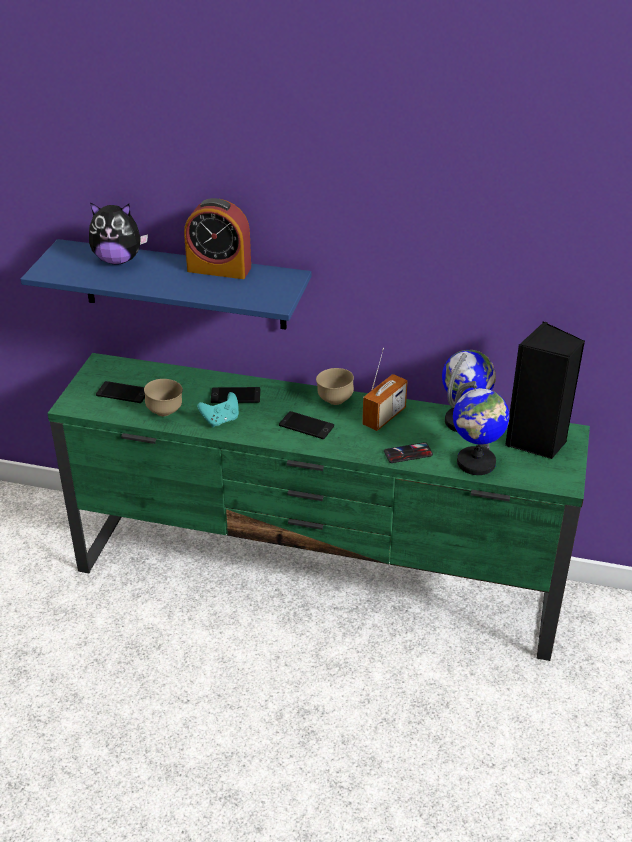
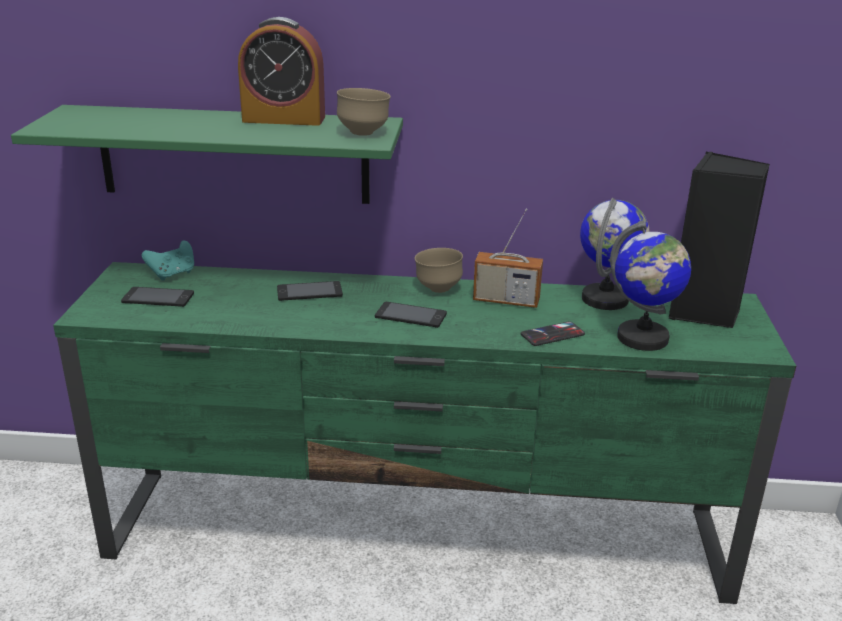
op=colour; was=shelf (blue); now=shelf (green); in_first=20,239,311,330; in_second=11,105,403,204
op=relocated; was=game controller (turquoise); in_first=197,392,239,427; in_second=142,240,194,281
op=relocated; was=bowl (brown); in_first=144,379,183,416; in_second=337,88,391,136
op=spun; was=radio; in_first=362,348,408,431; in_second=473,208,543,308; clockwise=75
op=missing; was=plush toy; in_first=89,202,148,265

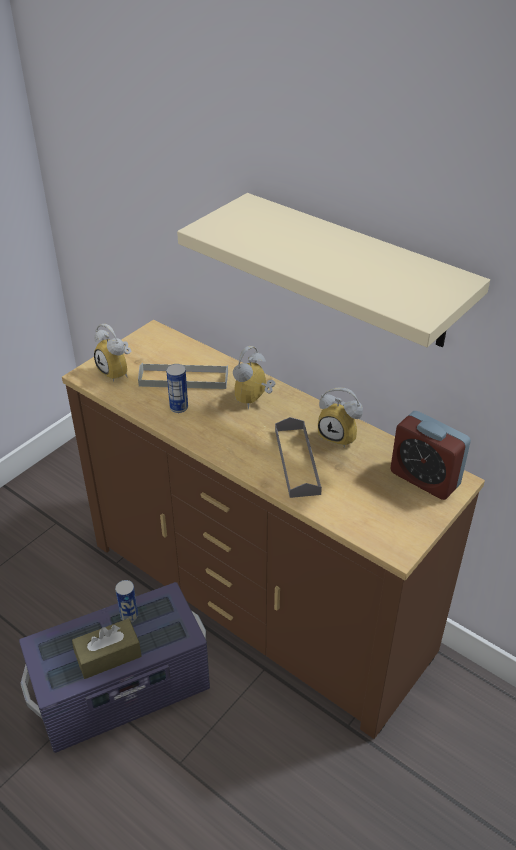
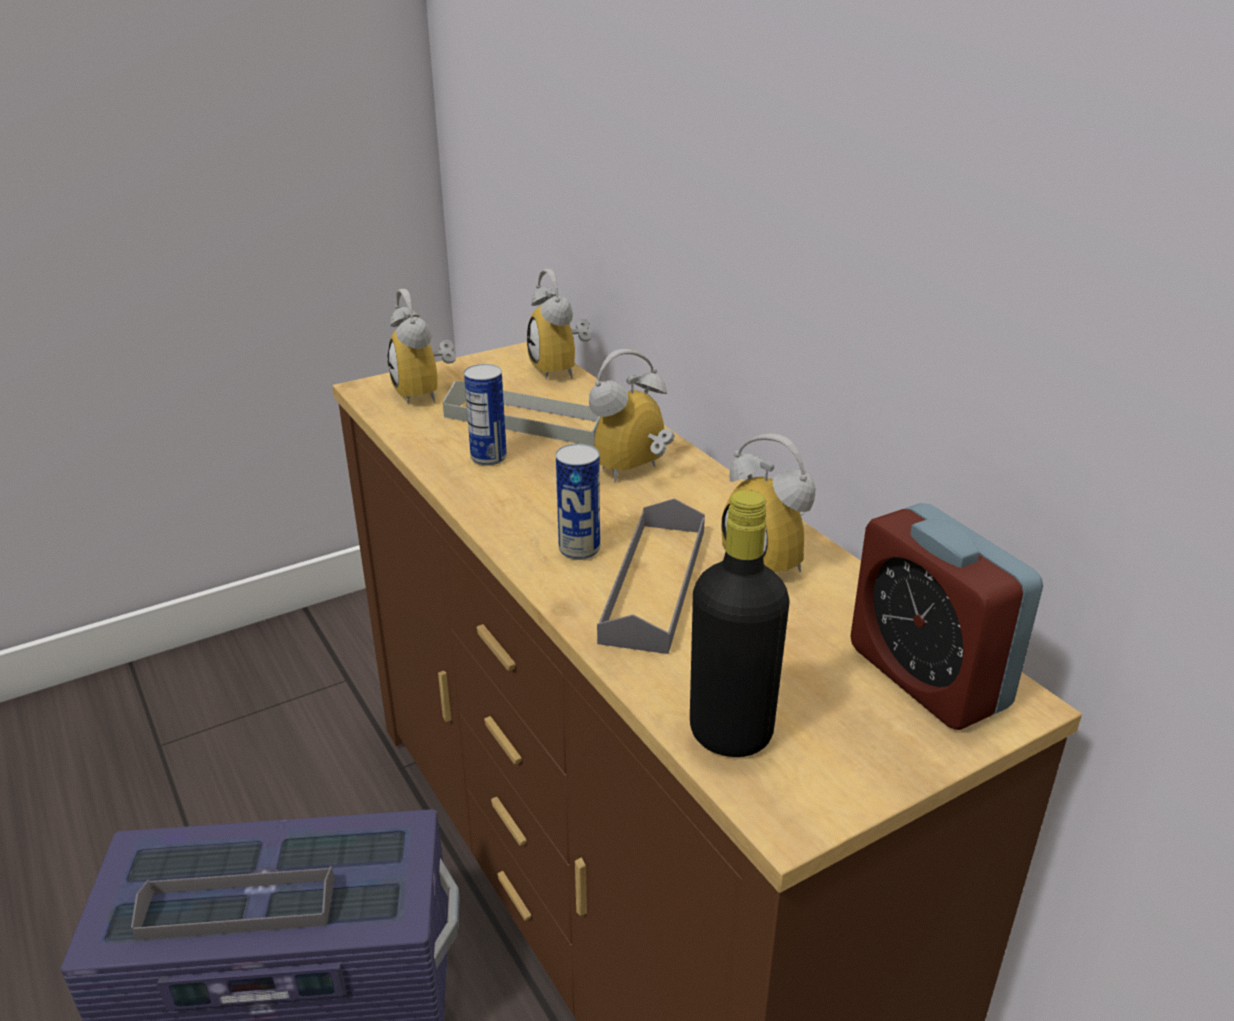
op=exchanged; was=tissue box (brown); now=tray (grey); in_first=72,618,142,679; in_second=131,866,334,941
op=appeared; now=alarm clock; in_second=527,269,592,380
op=relocated; was=can; in_first=115,580,138,622; in_second=556,444,600,560
op=appeared; now=bottle (black); in_second=690,490,790,757
op=missing; was=shelf (beige); in_first=177,193,490,347

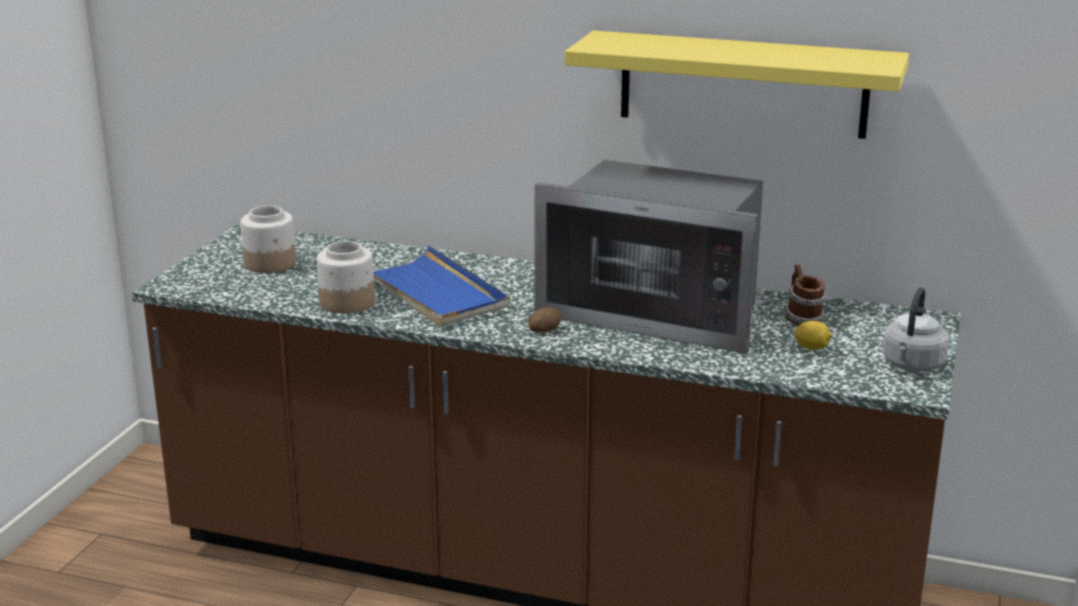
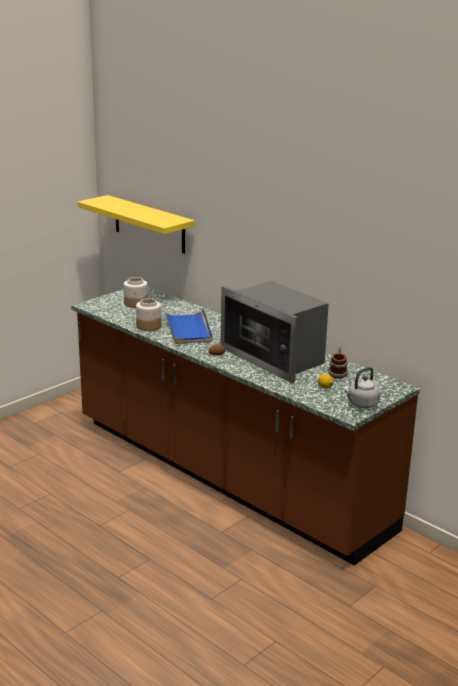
op=relocated; was=shelf (yellow); in_first=565,30,909,139; in_second=77,195,195,254

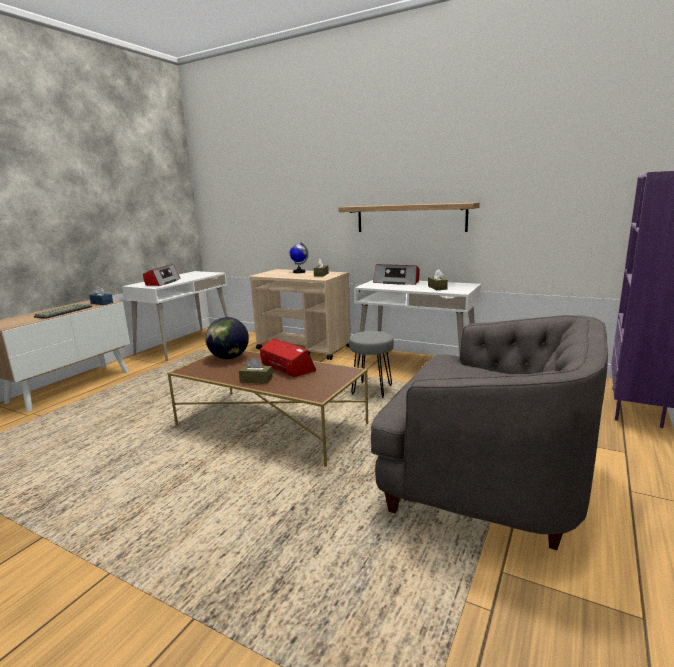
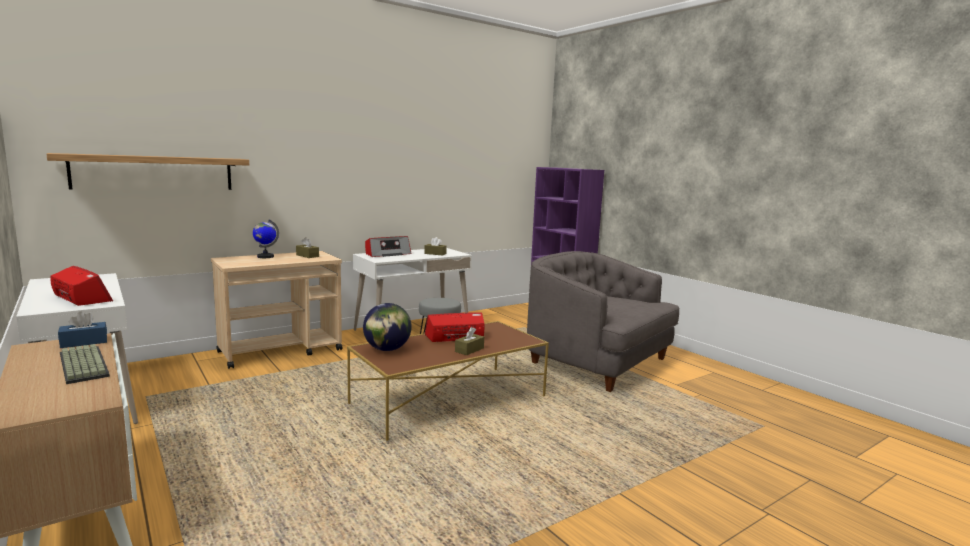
op=relocated; was=shelf; in_first=339,202,480,232; in_second=46,153,249,190
op=spun; was=armchair (grey); in_first=371,315,608,550; in_second=527,251,680,392; clockwise=-105

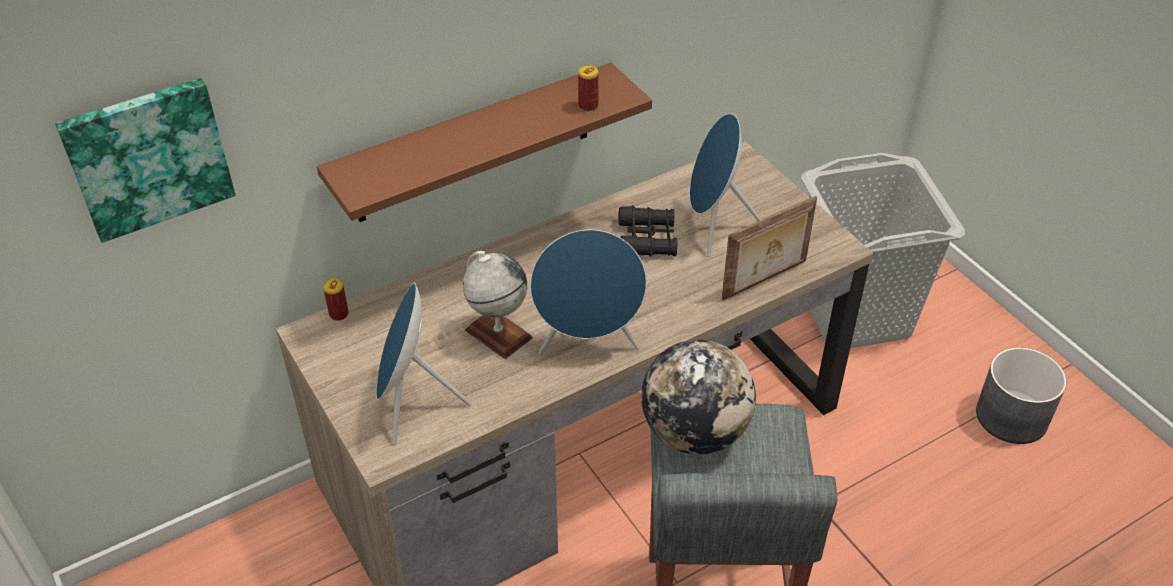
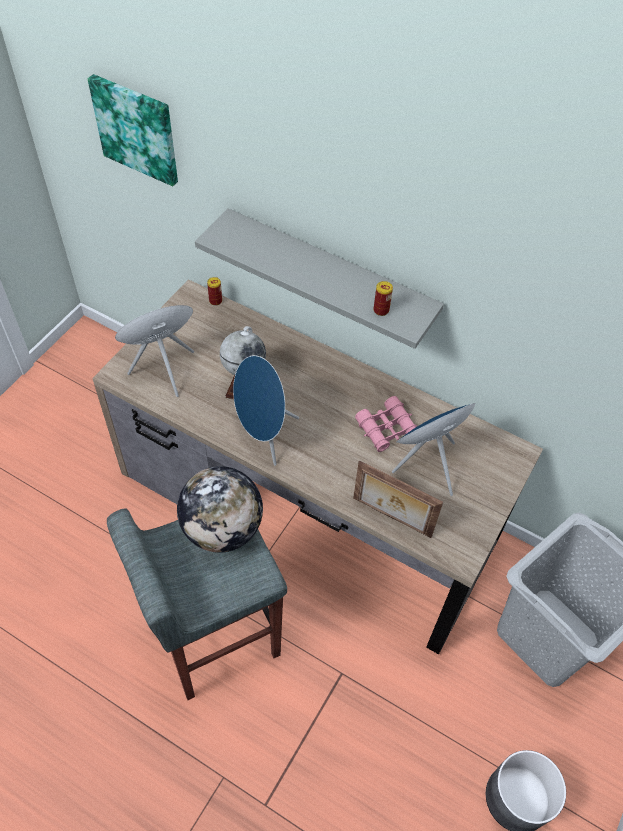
op=colour; was=shelf (brown); now=shelf (grey); in_first=317,63,652,222; in_second=195,208,444,349
op=colour; was=binoculars (black); now=binoculars (pink); in_first=618,205,677,257; in_second=355,396,417,452

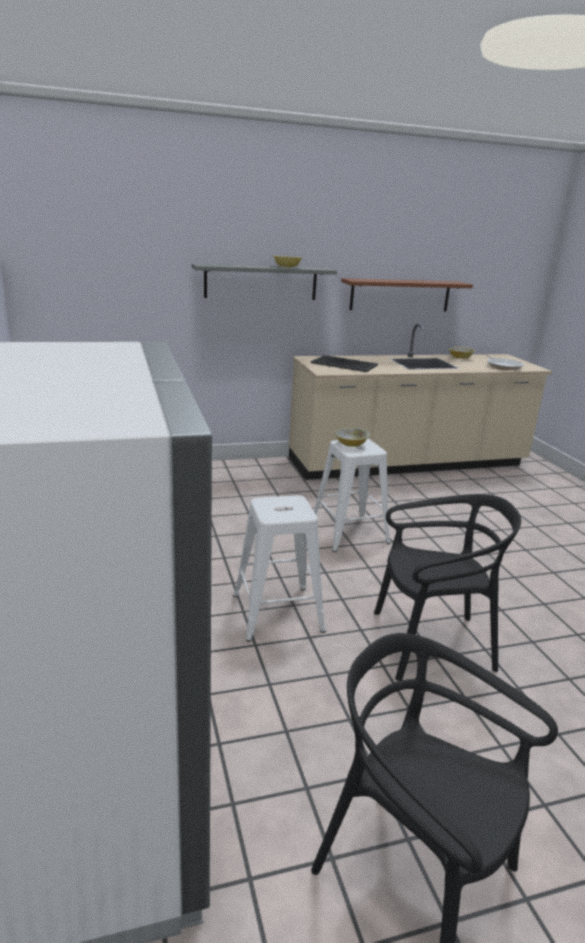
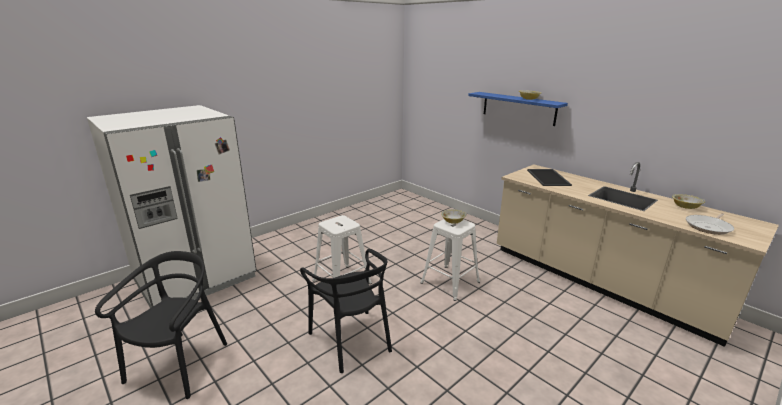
op=colour; was=shelf (grey); now=shelf (blue); in_first=192,263,337,300; in_second=468,92,568,126
op=missing; was=shelf (brown); in_first=341,278,473,311

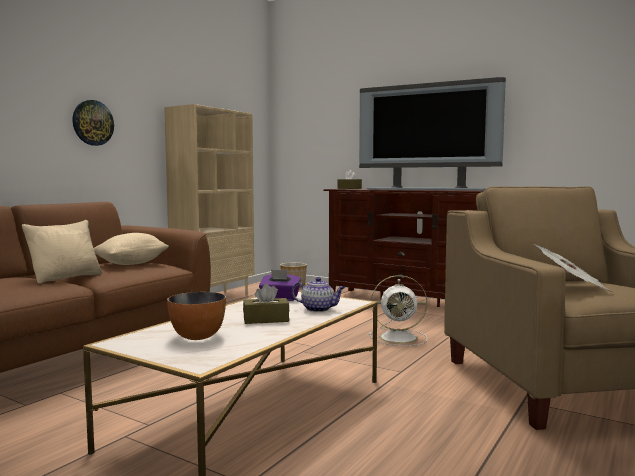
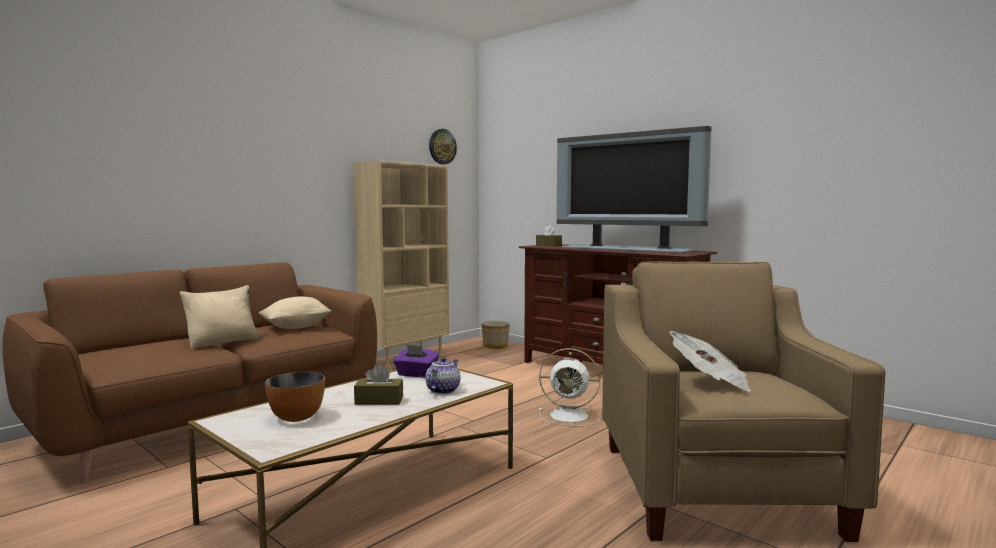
op=spun; was=teapot; in_first=292,277,345,312; in_second=425,357,461,394; clockwise=-90
op=relocated; was=wall clock; in_first=72,100,114,146; in_second=429,129,457,165

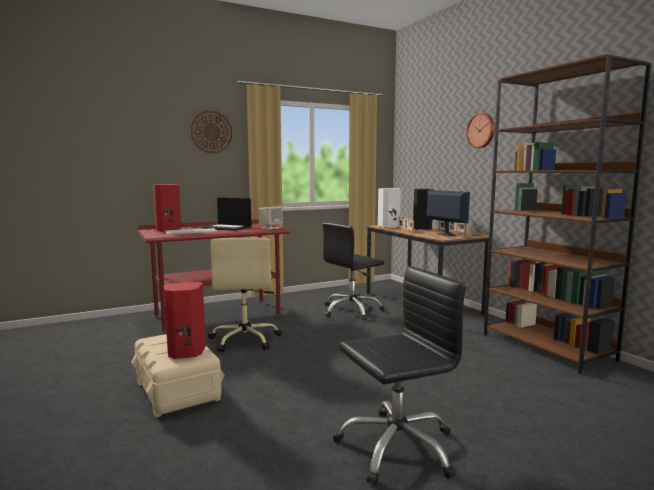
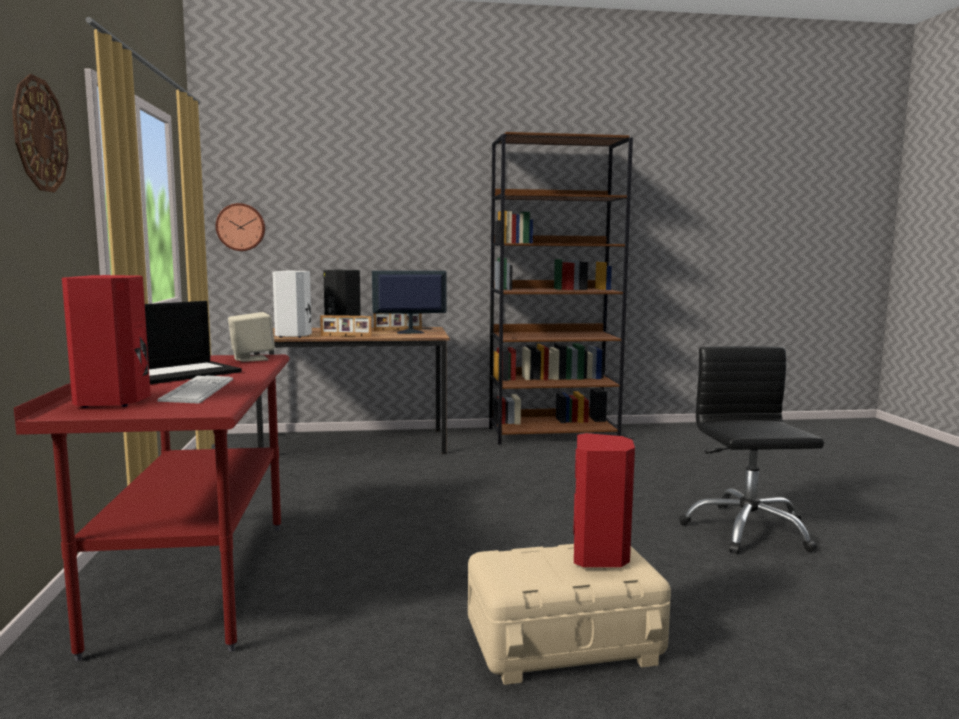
op=relocated; was=wall clock; in_first=466,113,495,148; in_second=216,203,265,251
op=missing; was=office chair (beige); in_first=208,237,282,352
op=missing; was=office chair (black); in_first=323,223,385,320

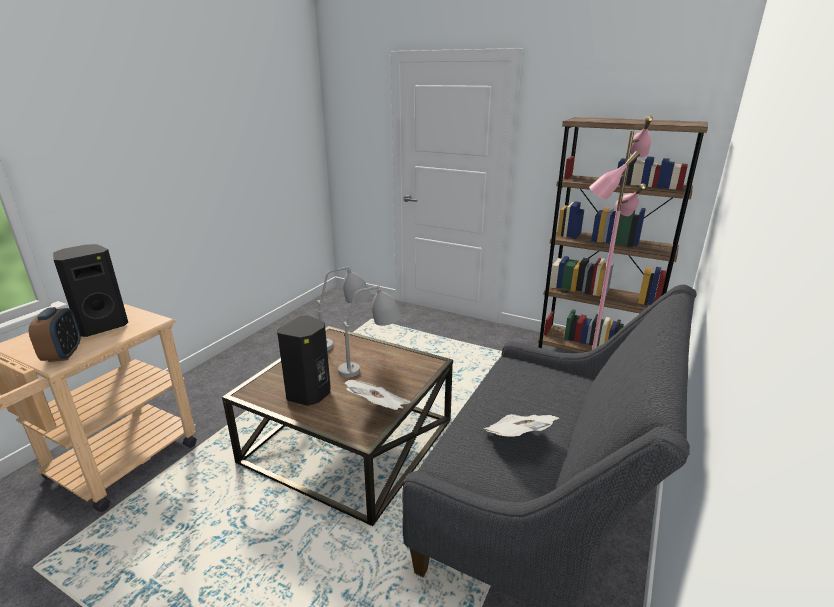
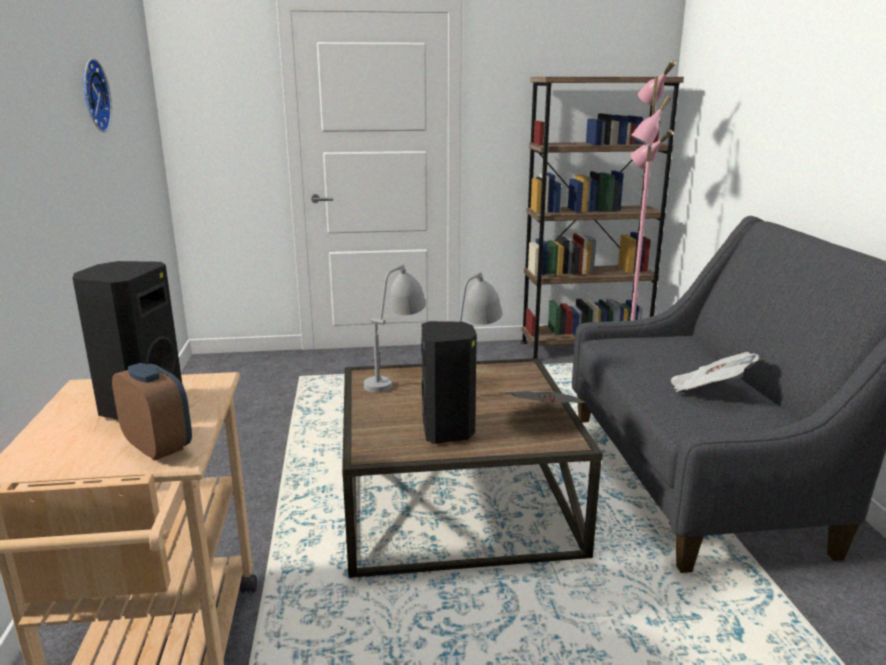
op=appeared; now=wall clock; in_second=83,58,112,132

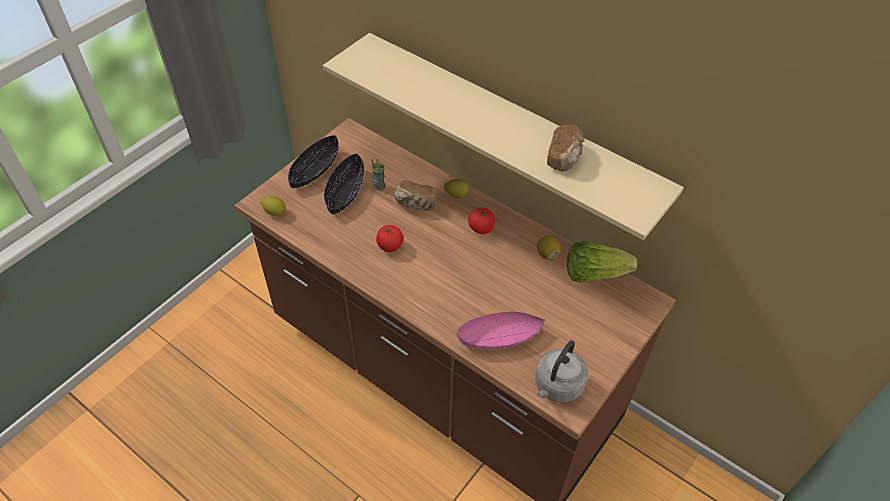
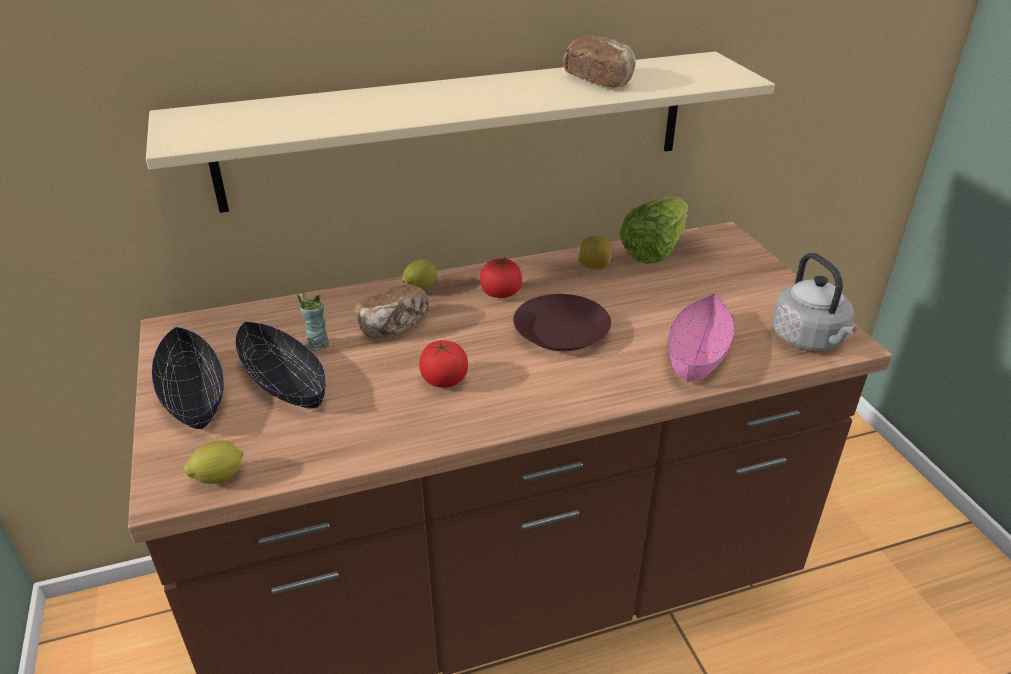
op=appeared; now=plate (brown); in_second=513,294,611,351

